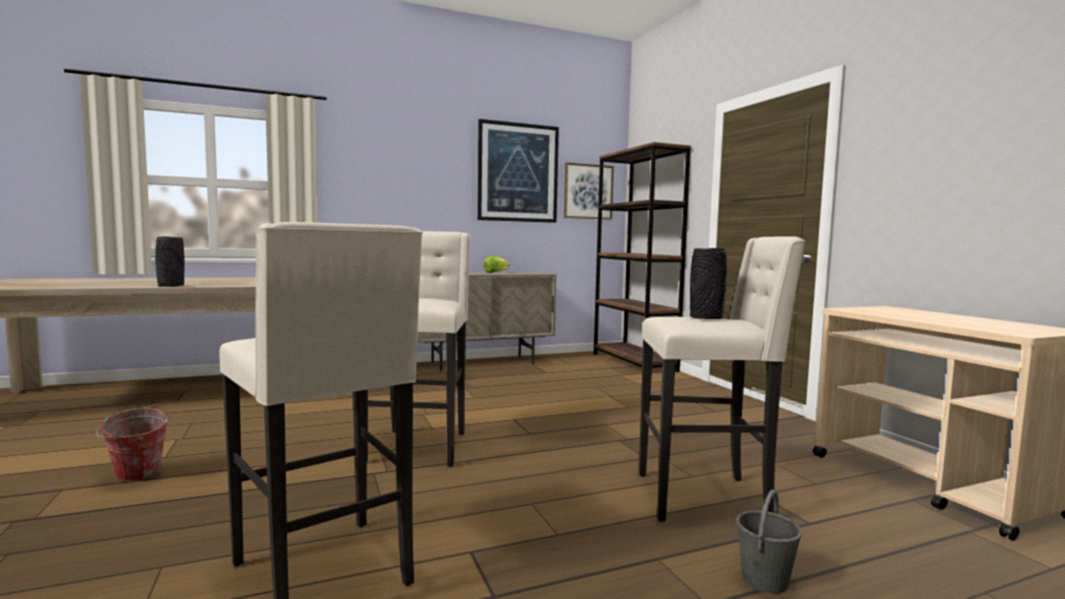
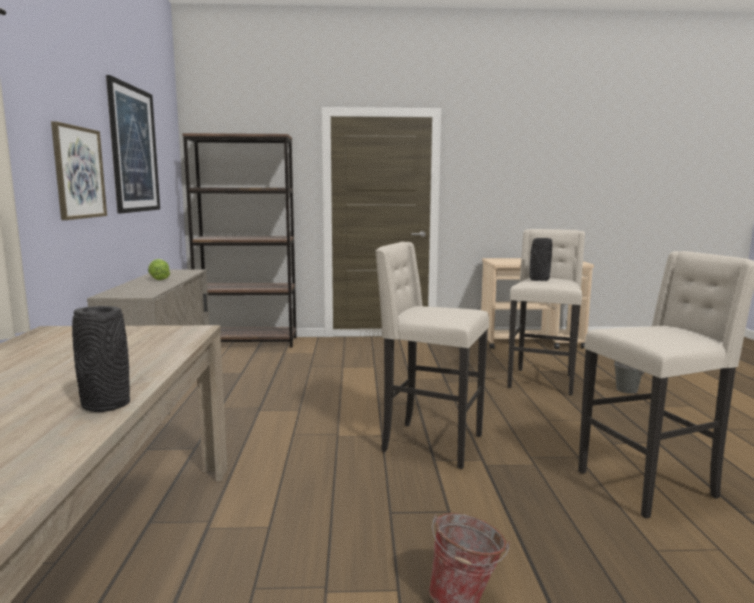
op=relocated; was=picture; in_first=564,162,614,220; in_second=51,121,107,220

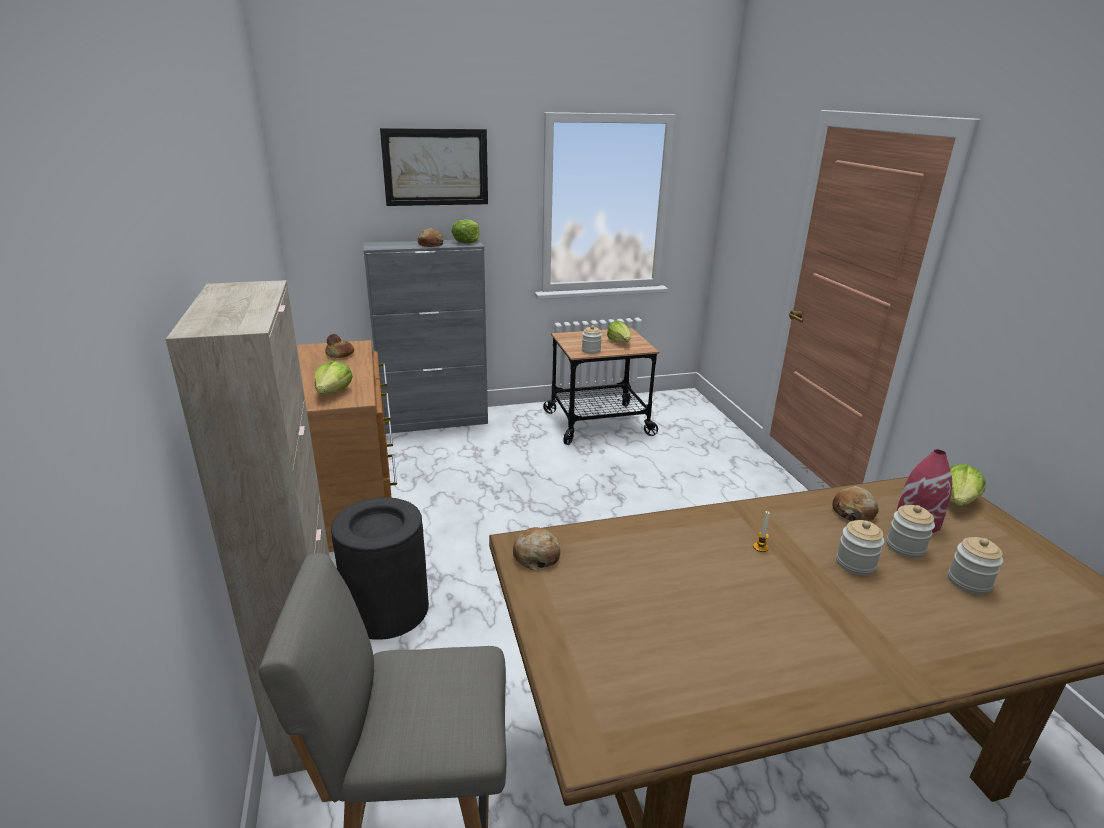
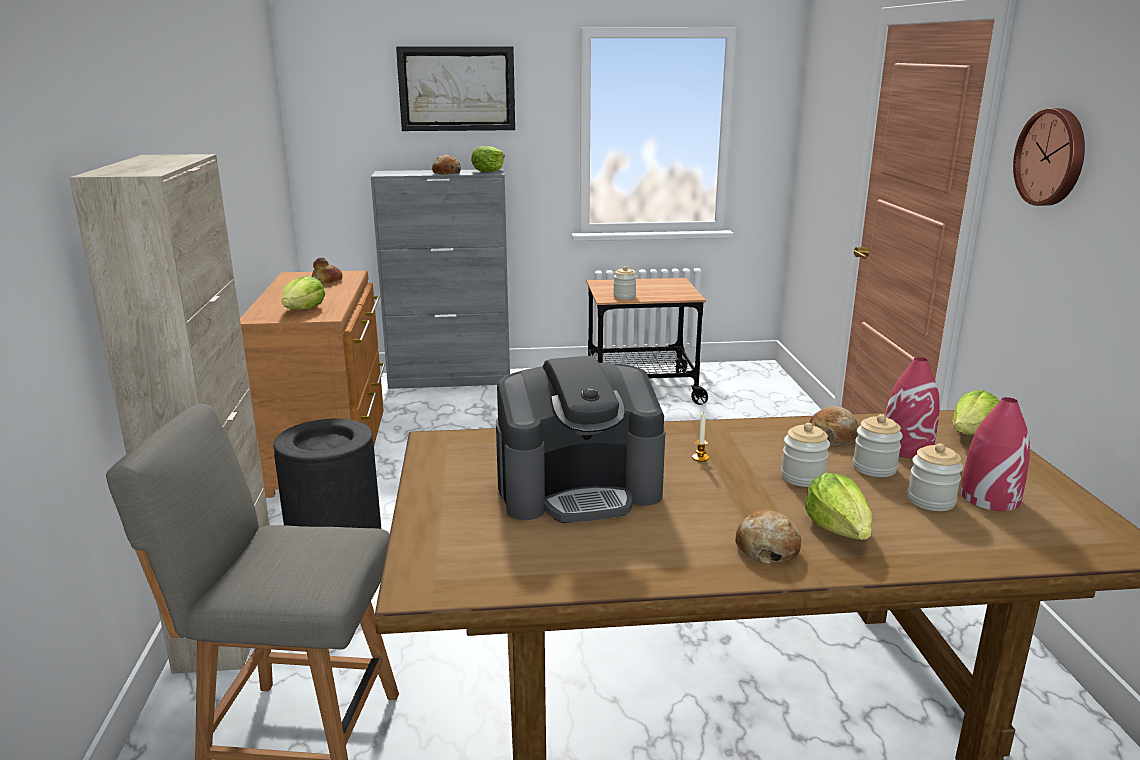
op=appeared; now=coffee machine; in_second=496,356,665,523
op=relocated; was=bread; in_first=513,527,560,570; in_second=735,509,801,564
op=relocated; was=lettuce; in_first=607,321,631,343; in_second=805,473,873,540
op=appeared; now=vase (red); in_second=960,397,1030,511
op=appeared; now=wall clock; in_second=1013,108,1085,206

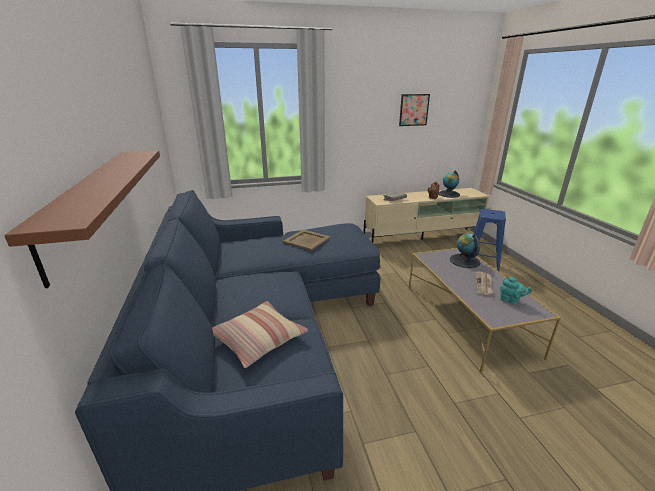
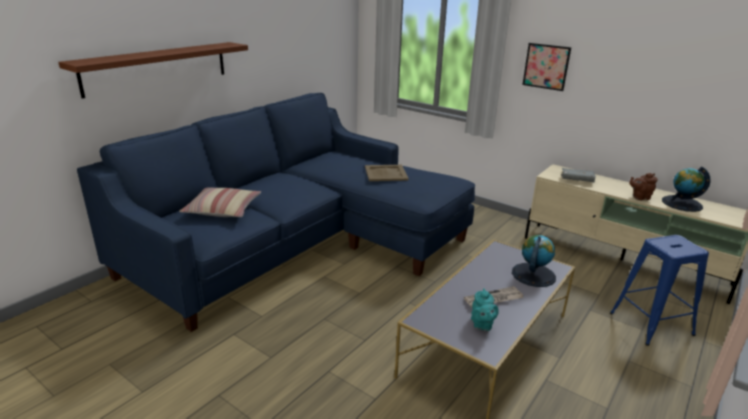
op=relocated; was=picture; in_first=399,94,430,126; in_second=522,43,571,91

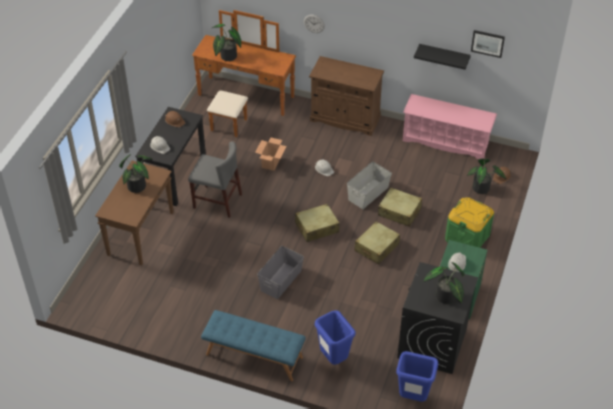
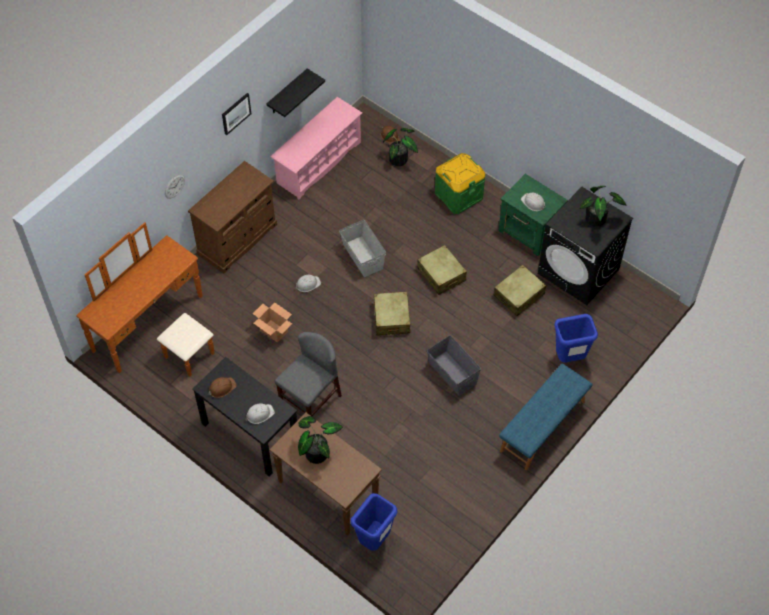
op=relocated; was=picture; in_first=471,30,505,58; in_second=222,93,251,135
op=relocated; was=trash can (blue); in_first=396,351,438,402; in_second=351,493,397,551
op=relocated; was=suitcase (beige); in_first=378,187,422,227; in_second=494,265,546,316
op=missing; was=potted plant; in_first=212,24,241,61

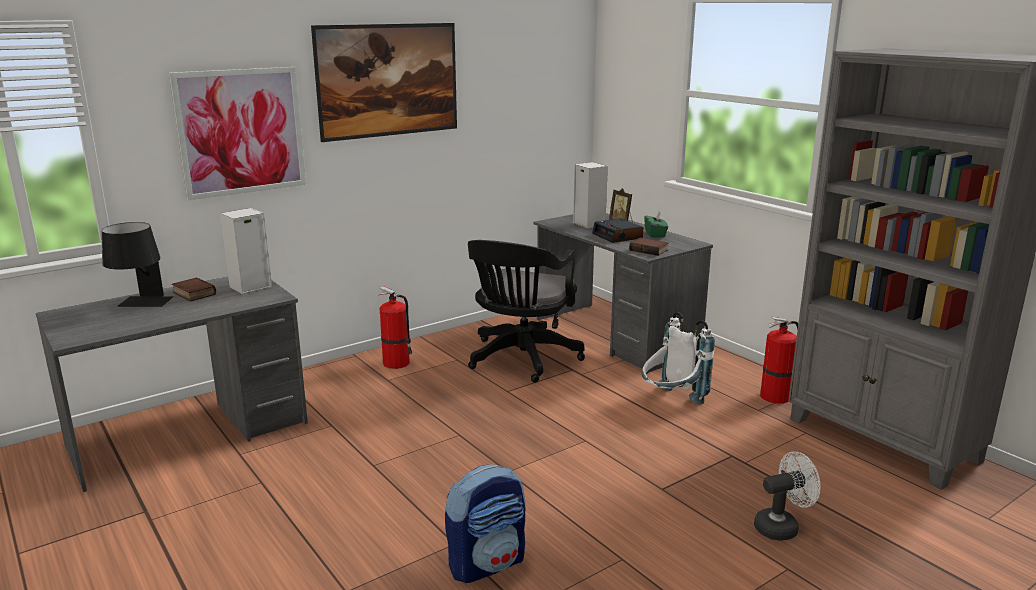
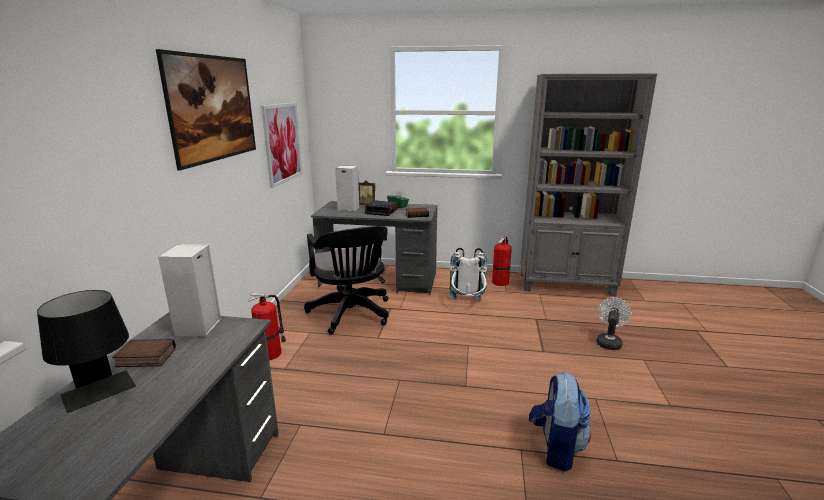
op=relocated; was=picture; in_first=169,67,306,200; in_second=262,103,303,188

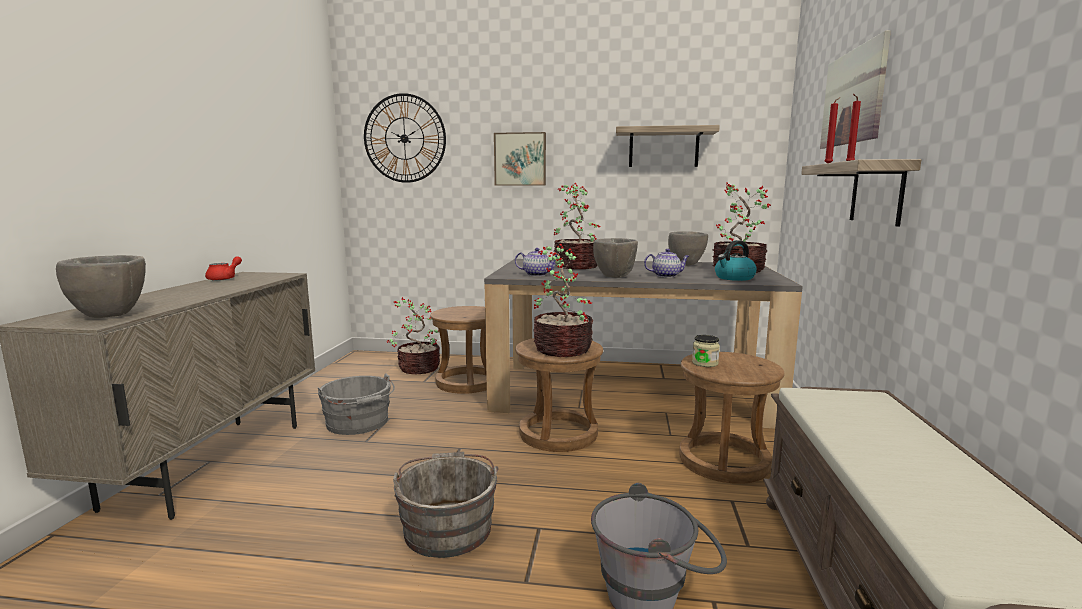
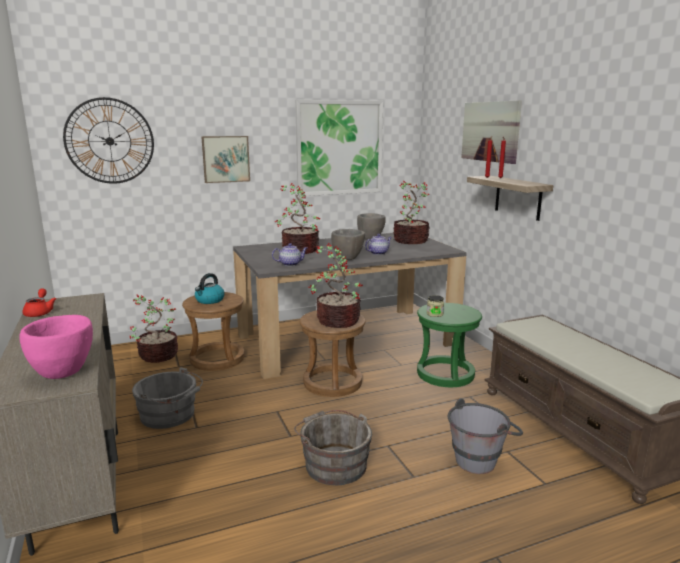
op=colour; was=bowl (grey); now=bowl (pink); in_first=56,255,146,318; in_second=19,315,93,379
op=relocated; was=kettle; in_first=715,240,757,281; in_second=195,273,224,304
op=exchanged; was=shelf; now=picture; in_first=616,125,720,167; in_second=295,100,383,196
op=colour; was=stool (brown); now=stool (green); in_first=679,352,785,484; in_second=417,303,482,387

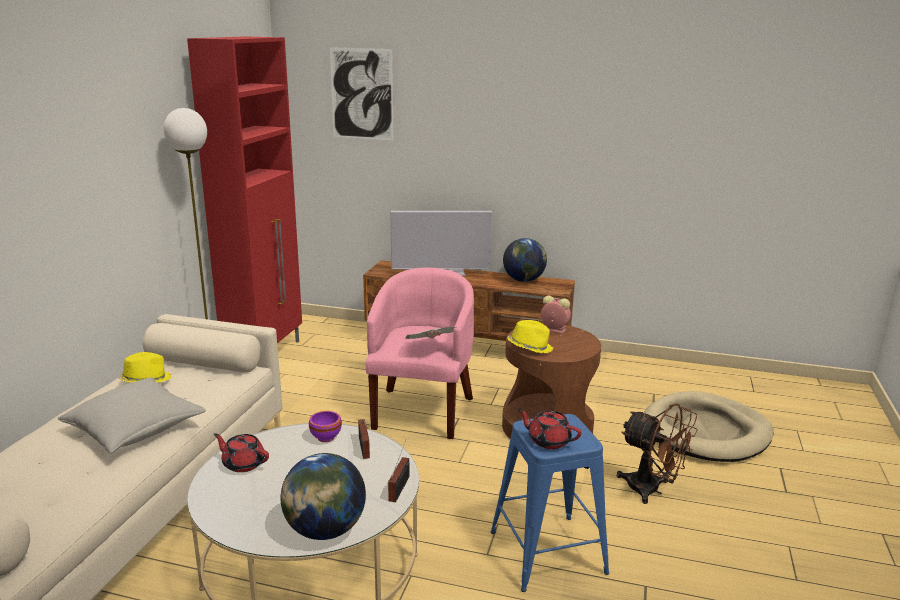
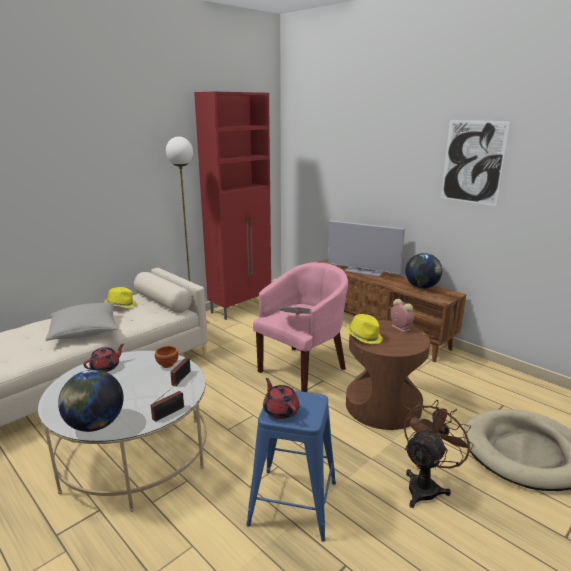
op=spun; was=teapot (red); in_first=213,433,269,472; in_second=83,344,124,372; clockwise=75
op=colour; was=bowl (purple); now=bowl (brown); in_first=309,411,342,442; in_second=155,346,179,368
op=spun; was=fan (brown); in_first=617,403,698,504; in_second=403,400,474,508; clockwise=-120
op=relocated; was=picture; in_first=330,47,394,140; in_second=441,120,510,206

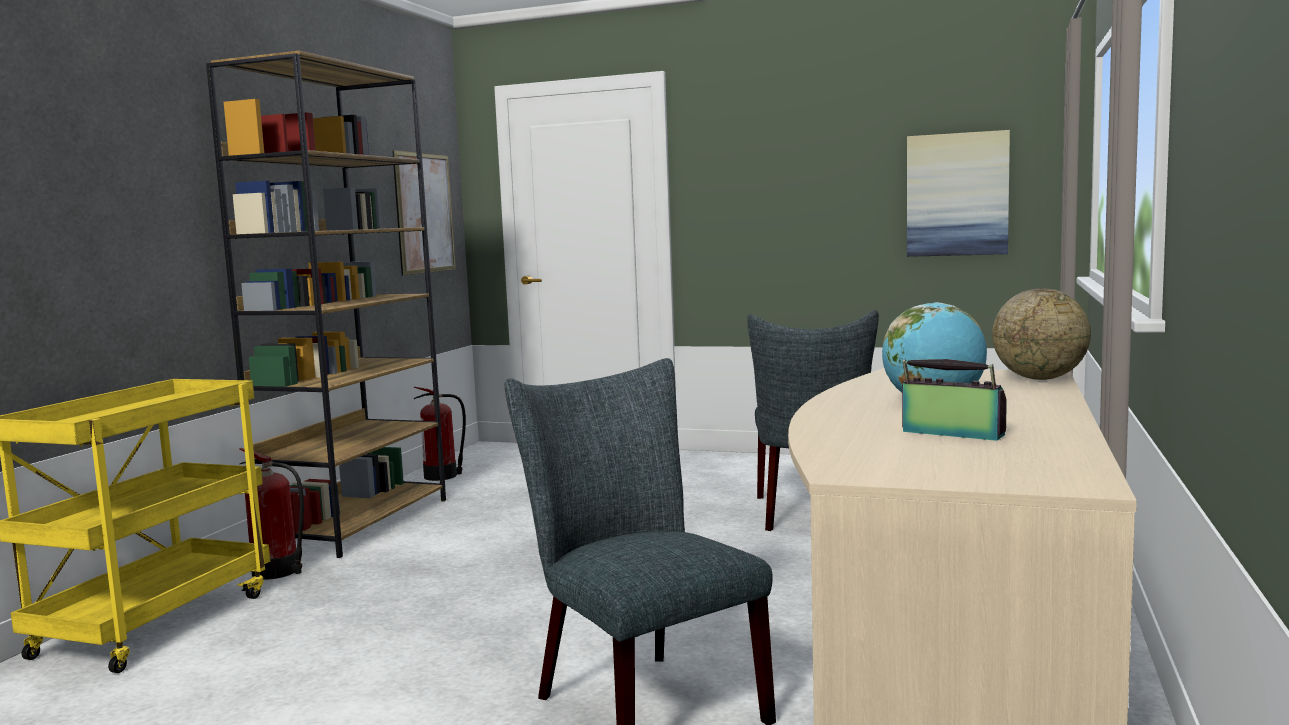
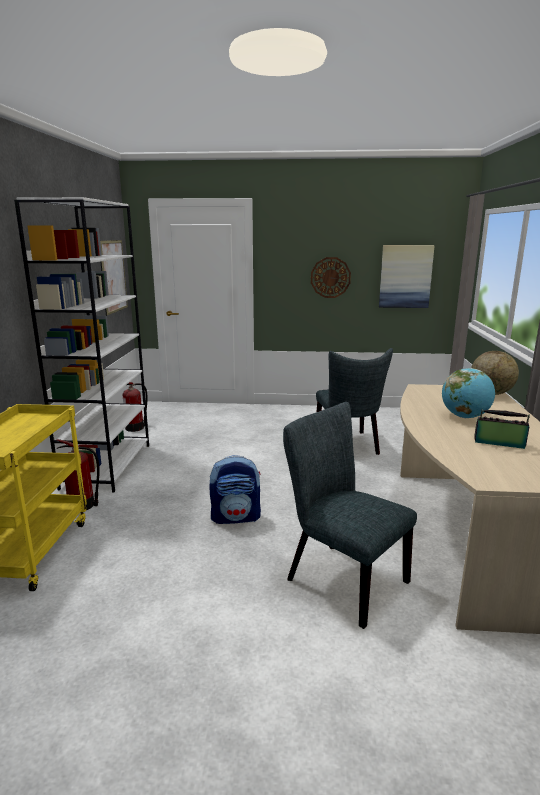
op=colour; was=bookcase (brown); now=bookcase (white); in_first=206,51,446,558; in_second=14,197,149,493
op=appeared; now=backpack; in_second=209,455,261,524
op=appeared; now=wall clock; in_second=311,257,351,298

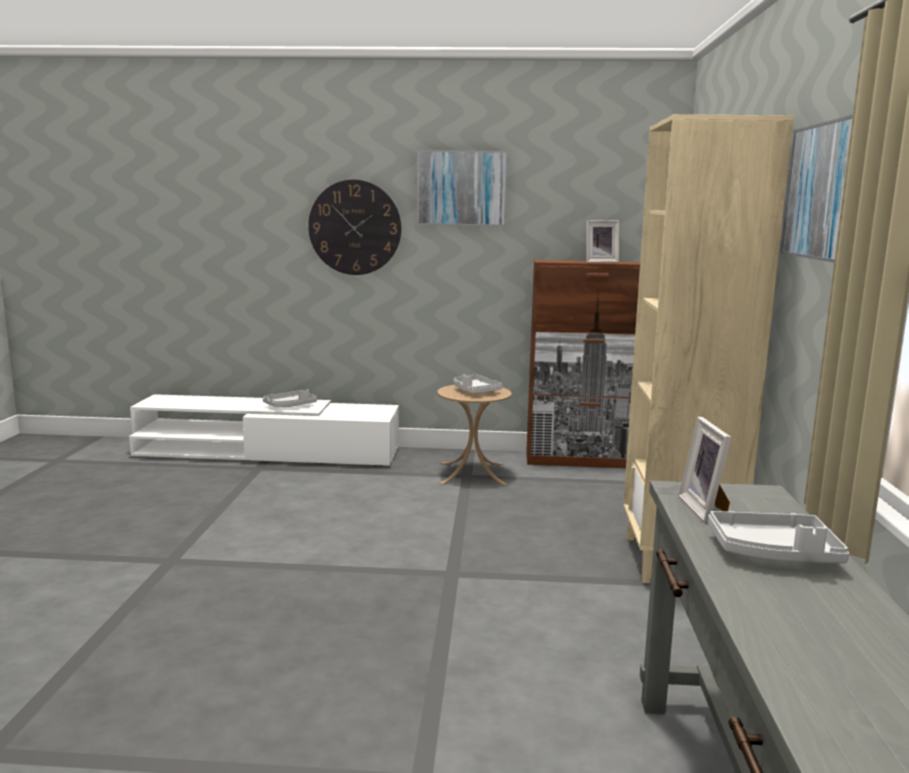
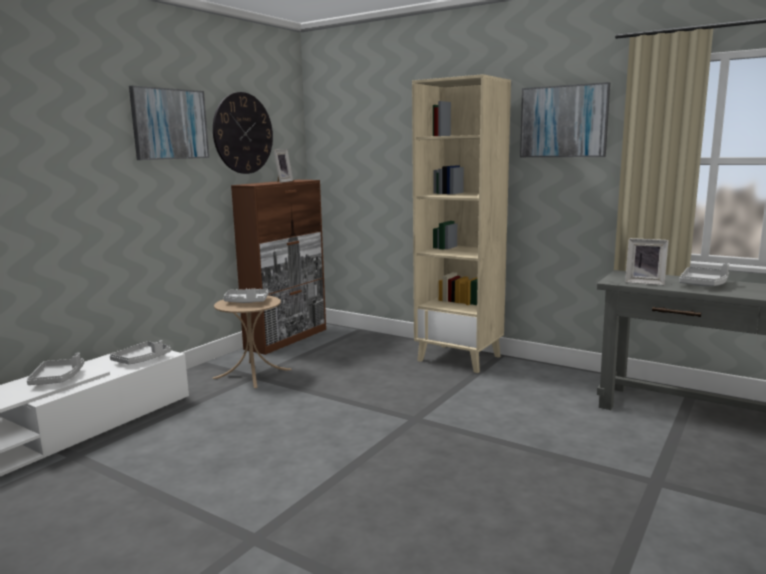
op=appeared; now=tray (grey); in_second=110,340,171,364
op=relocated; was=wall clock; in_first=308,180,401,275; in_second=213,92,273,174

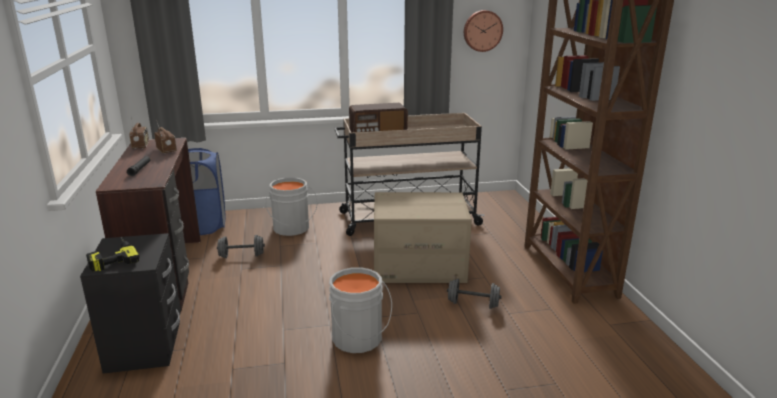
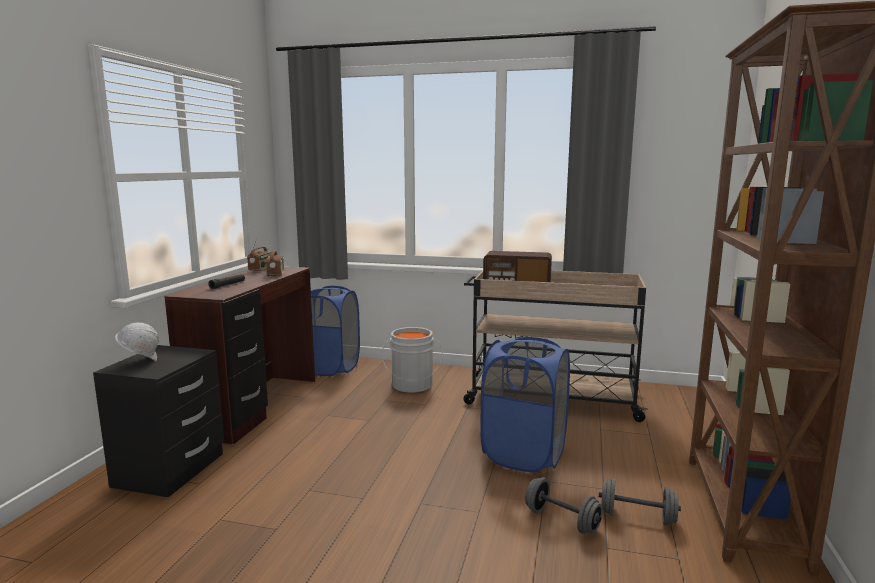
op=exchanged; was=power drill; now=hard hat (white); in_first=86,236,140,272; in_second=115,322,159,361
op=exchanged; was=cardboard box; now=laundry basket (blue); in_first=374,192,472,283; in_second=480,337,570,472
op=relocated; was=dumbbell (grey); in_first=217,235,265,258; in_second=599,478,681,526
op=missing; was=bucket (grey); in_first=329,267,392,353
op=missing; was=wall clock; in_first=464,10,503,52

